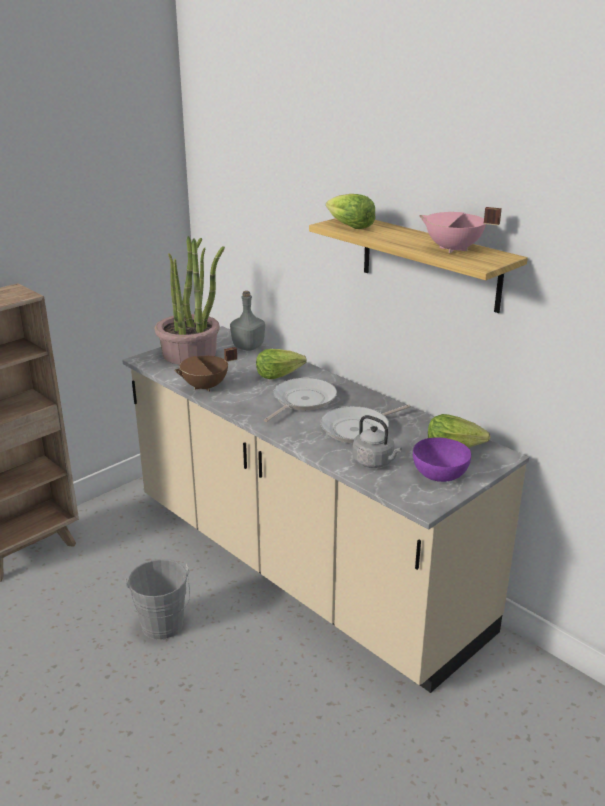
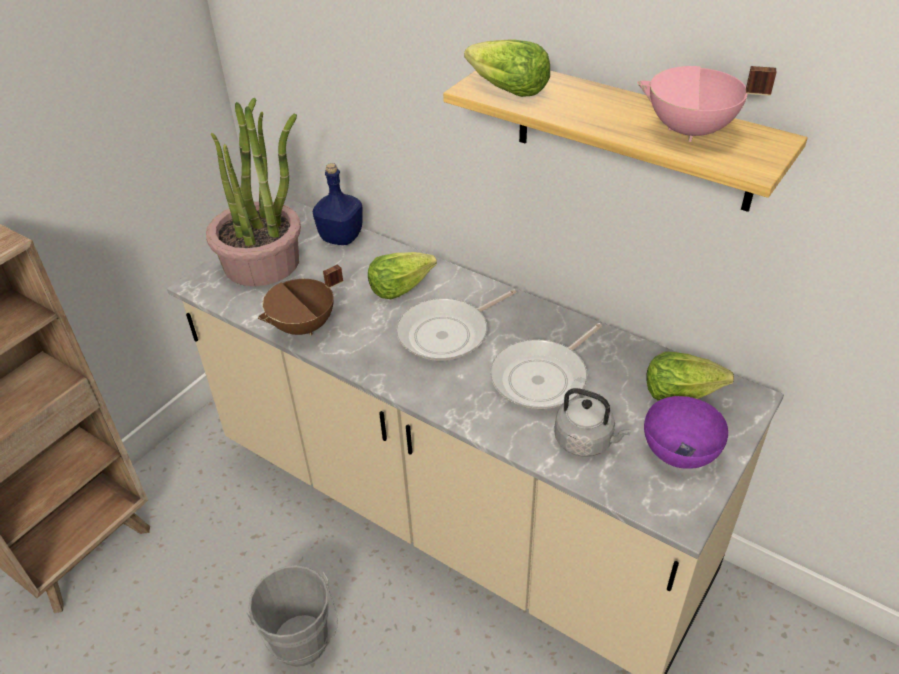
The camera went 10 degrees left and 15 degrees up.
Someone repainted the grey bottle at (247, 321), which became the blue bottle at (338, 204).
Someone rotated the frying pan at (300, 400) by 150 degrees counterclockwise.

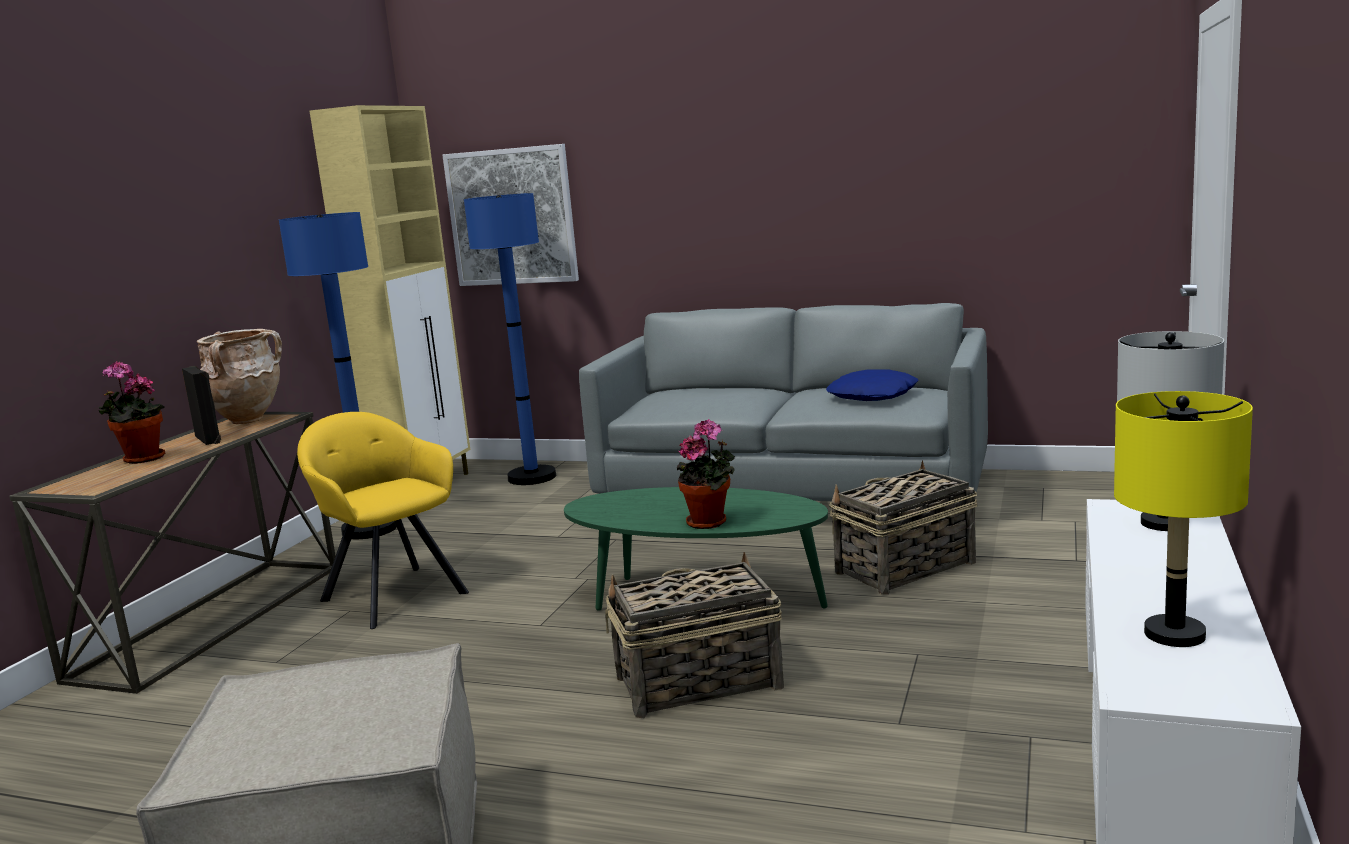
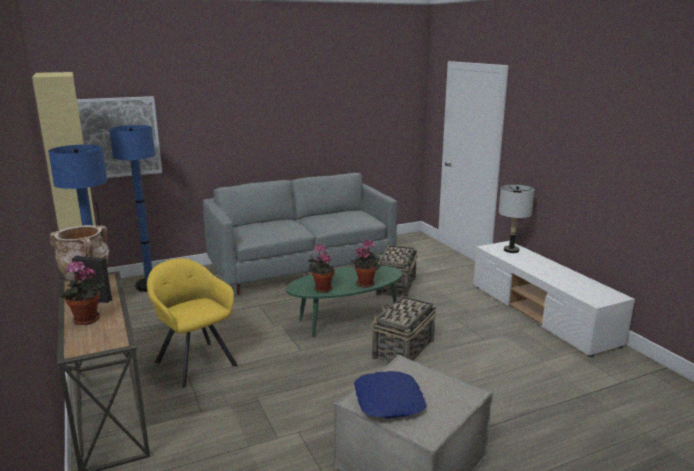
The camera went 45 degrees left and 5 degrees up.
Someone rotated the yellow armchair at (383, 520) by 45 degrees clockwise.
Someone put down the potted plant at (321, 268).
Someone carried the blue pillow from (872, 385) to (390, 394).
Someone took away the yellow table lamp at (1183, 519).

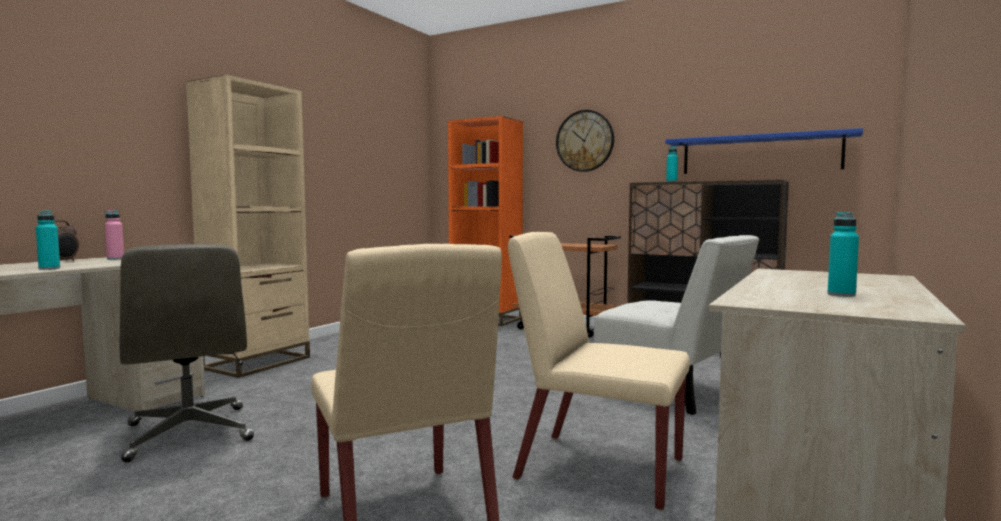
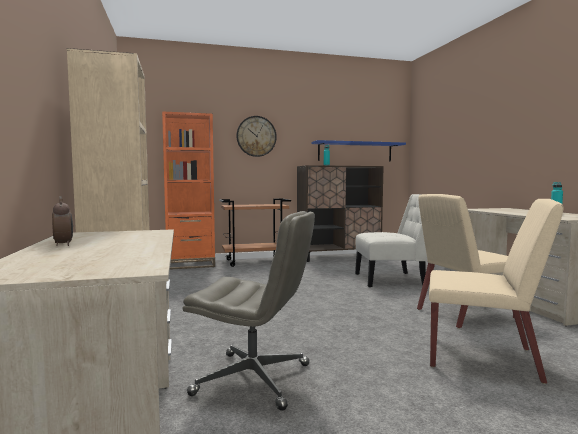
The camera went 45 degrees left and 0 degrees up.
Someone took away the turquoise bottle at (48, 240).
Someone took away the pink bottle at (114, 235).

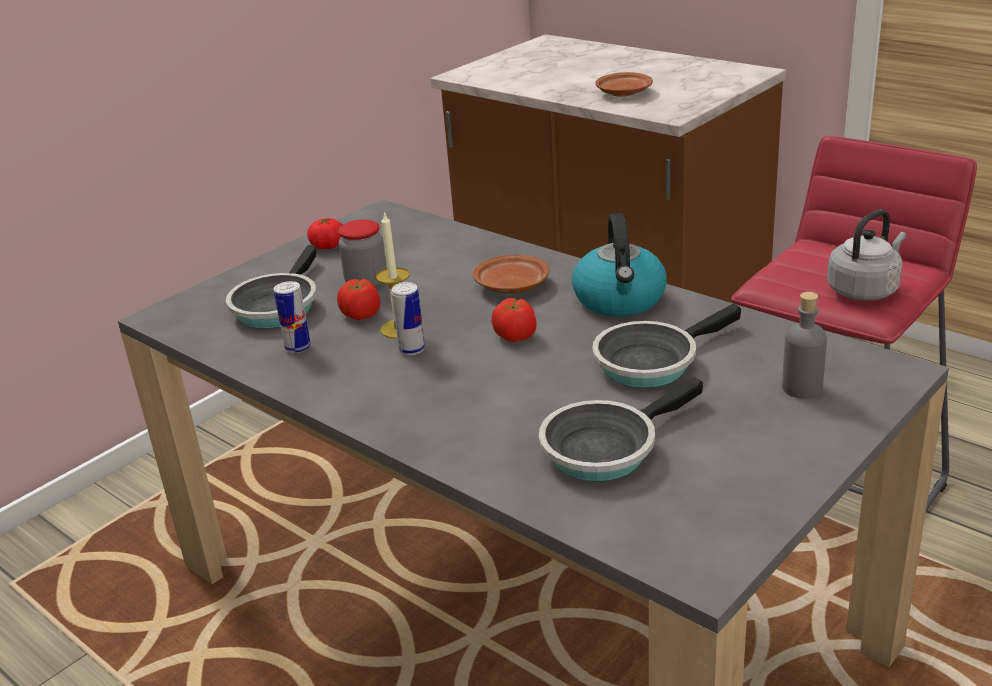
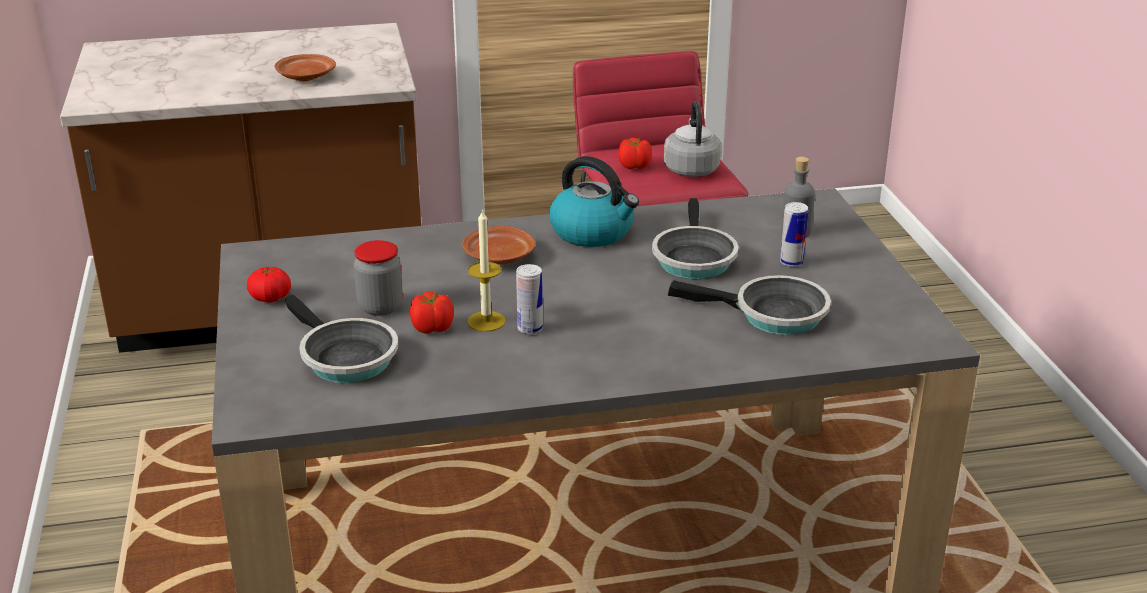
The camera went 55 degrees left and 0 degrees up.
Someone carried the tomato from (514, 320) to (635, 153).
Someone rotated the frying pan at (621, 429) by 75 degrees counterclockwise.
Someone carried the can from (292, 317) to (794, 234).

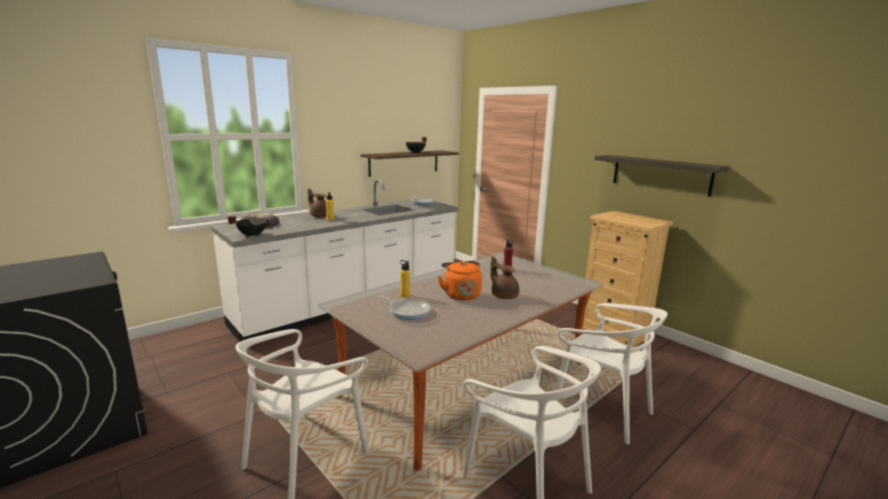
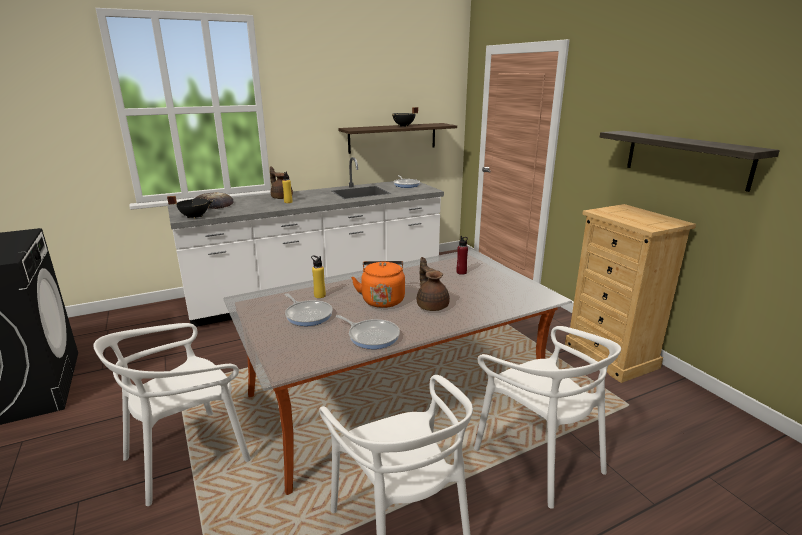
The camera went 15 degrees right and 5 degrees up.
Someone put down the frying pan at (367, 332).

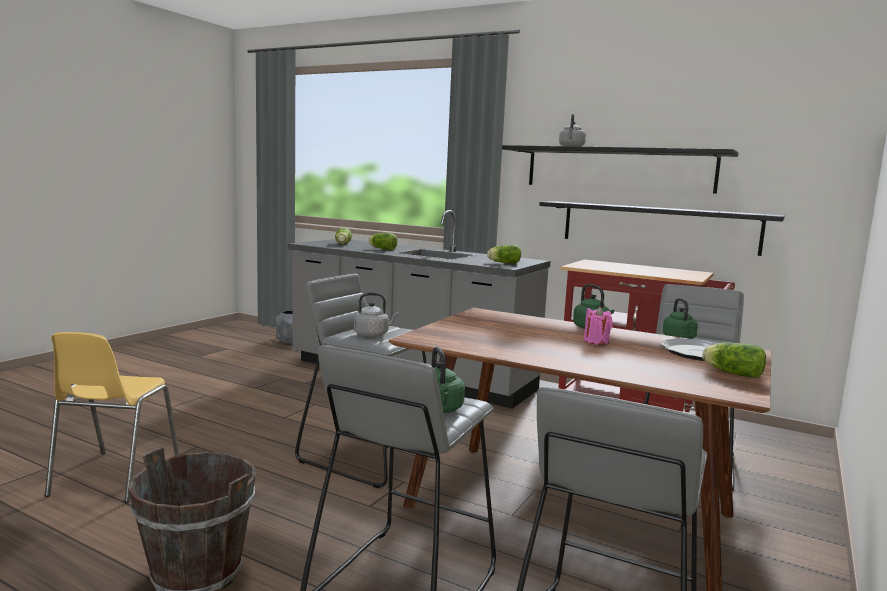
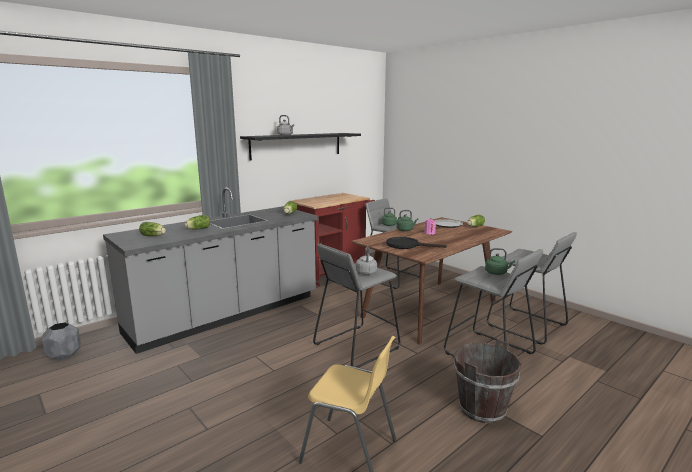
The camera went 70 degrees left and 5 degrees up.
Someone put down the black frying pan at (416, 243).
Someone took away the black shelf at (662, 228).

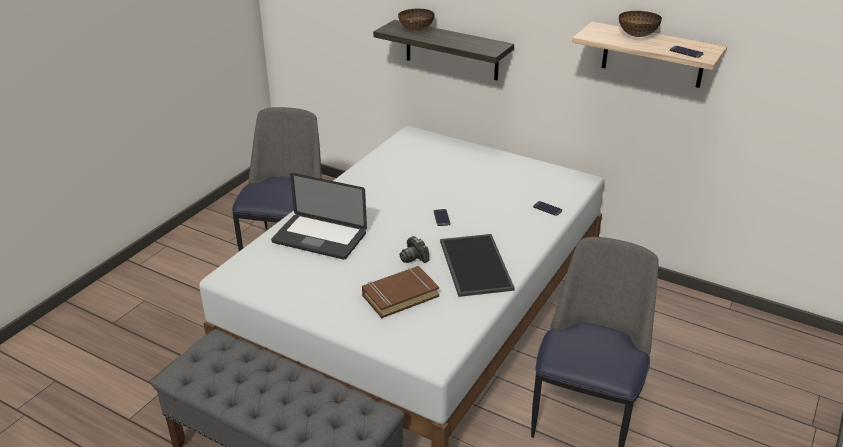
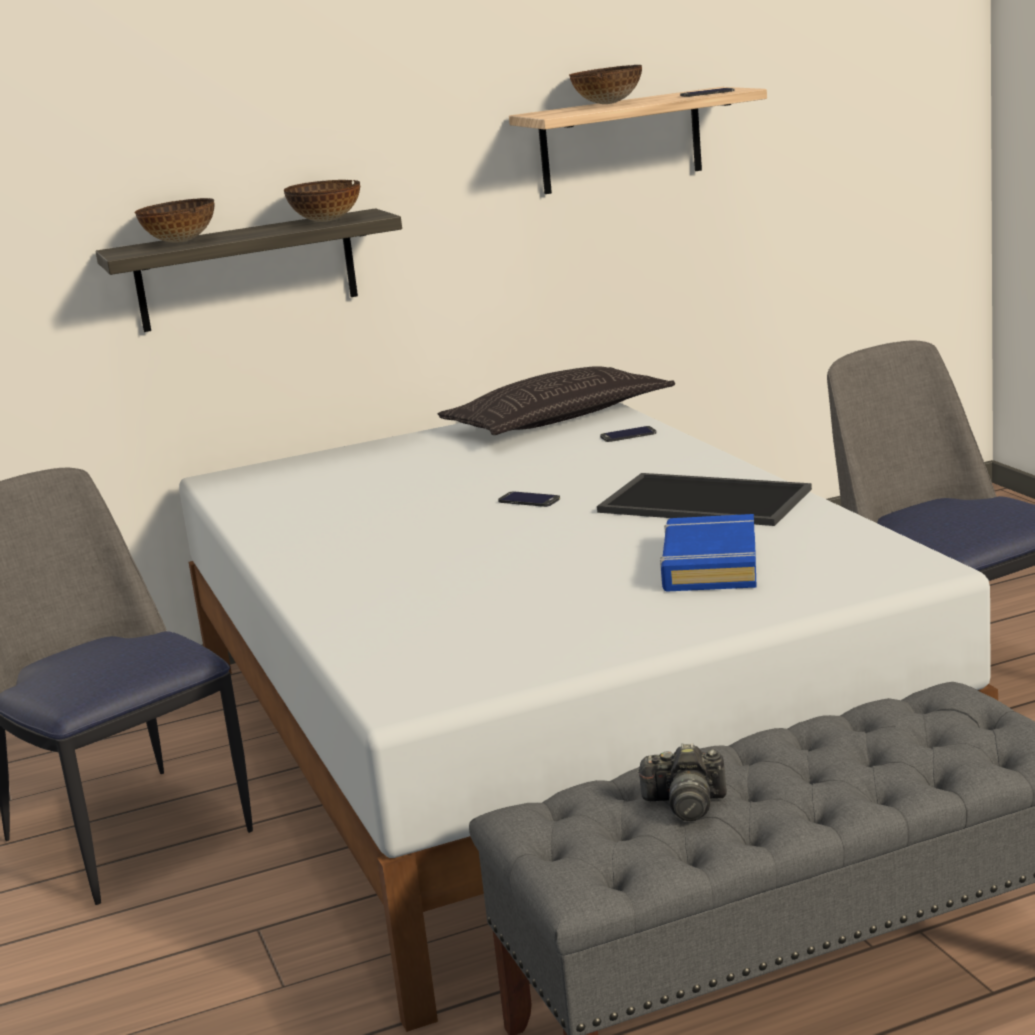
The camera went 50 degrees left and 15 degrees down.
Someone put down the bowl at (322, 201).
Someone put down the pillow at (556, 400).
Someone carried the photo camera from (414, 249) to (681, 782).
Someone repainted the brown book at (400, 292), which became the blue book at (708, 553).
Someone took away the laptop at (319, 216).

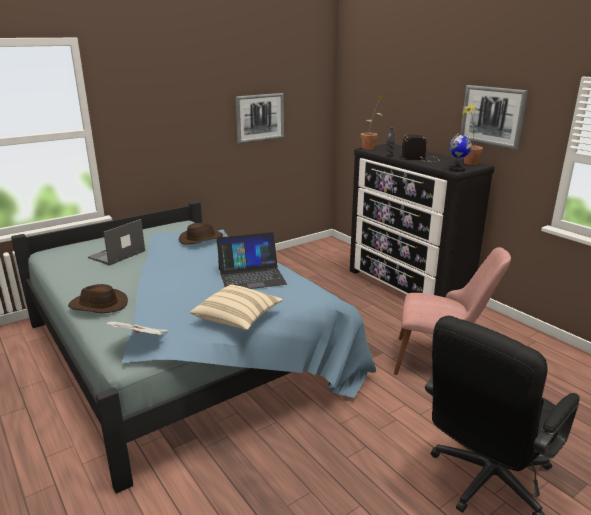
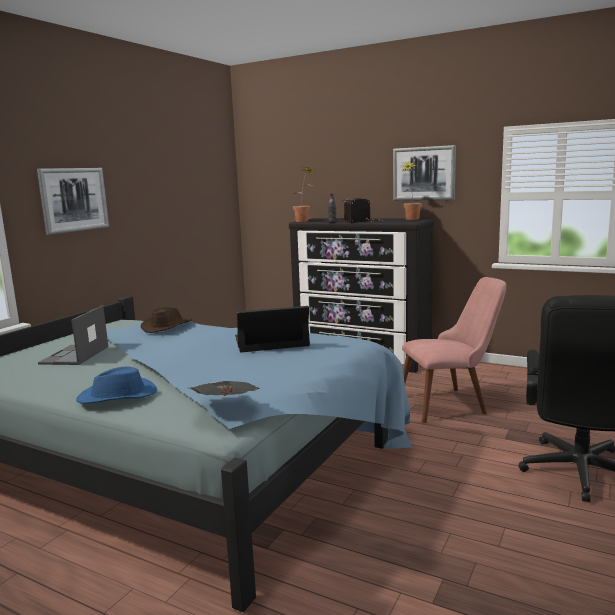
The camera went 25 degrees left and 10 degrees down.
Someone carried the picture from (259, 118) to (73, 201).
Someone repainted the brown hat at (98, 298), which became the blue hat at (116, 385).
Someone rotated the laptop at (252, 260) by 150 degrees counterclockwise.
Someone took away the beige pillow at (236, 307).
Someone took away the globe at (460, 152).

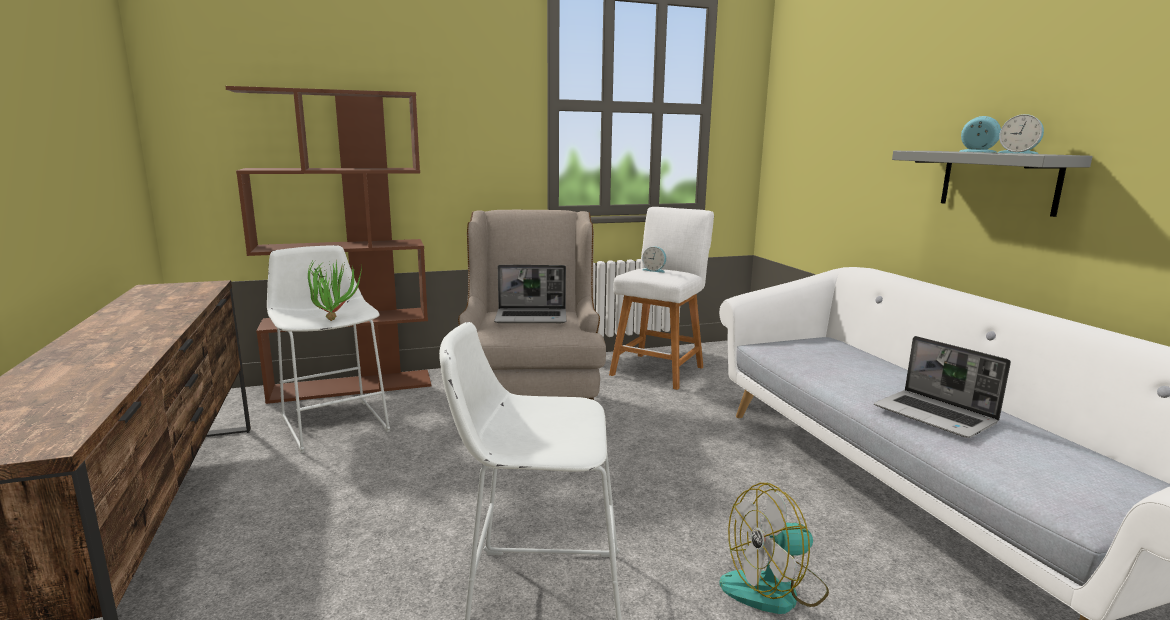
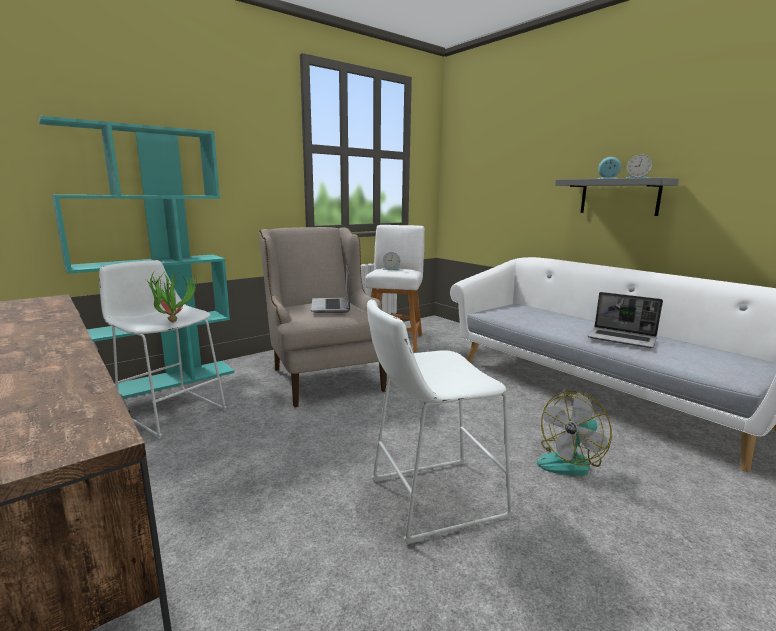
The camera went 20 degrees left and 0 degrees up.
Someone repainted the brown bookcase at (328, 245), which became the turquoise bookcase at (136, 257).
Someone rotated the laptop at (530, 294) by 105 degrees clockwise.

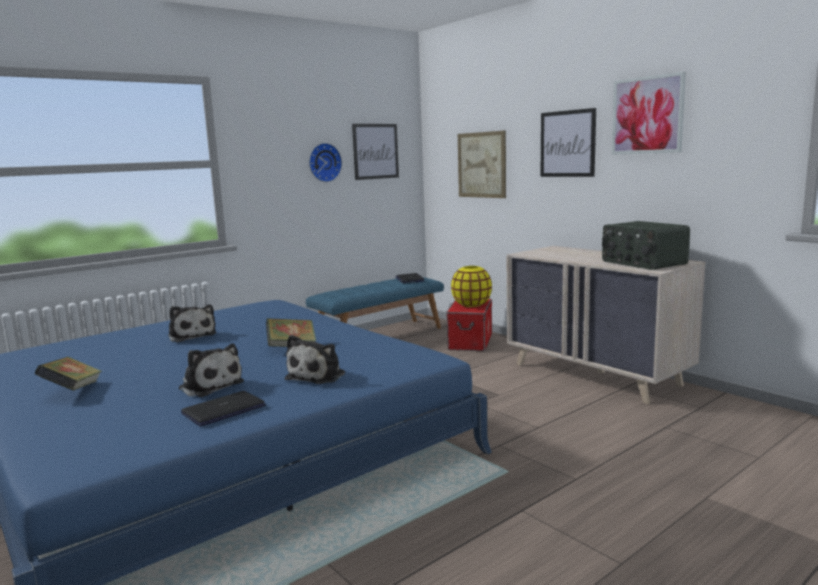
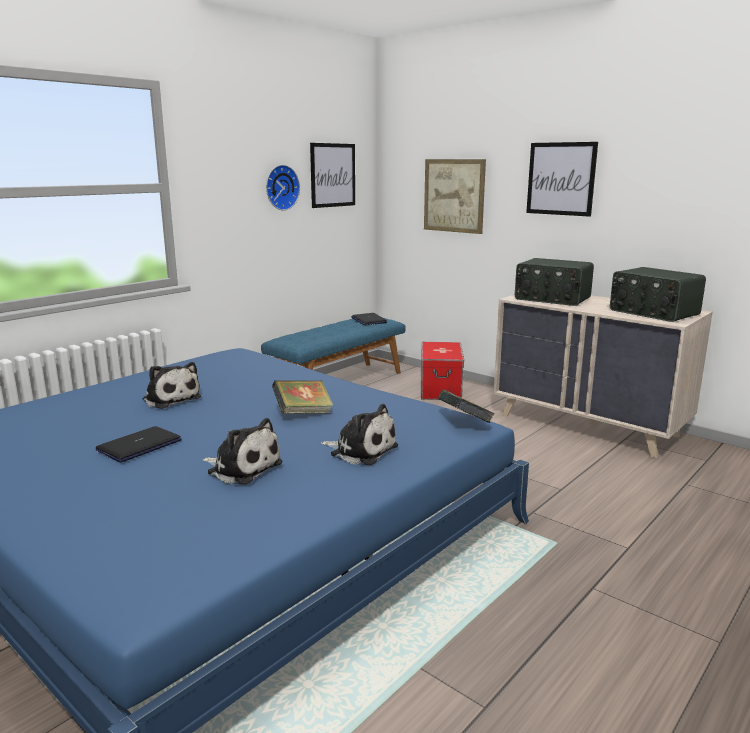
The camera went 10 degrees left and 5 degrees up.
Someone carried the laptop from (223, 408) to (139, 444).
Someone rotated the plush toy at (315, 359) by 75 degrees counterclockwise.
Someone carried the book from (68, 374) to (466, 406).
Someone put down the radio at (554, 282).
Someone took away the yellow vase at (471, 286).
Someone took away the picture at (649, 113).

